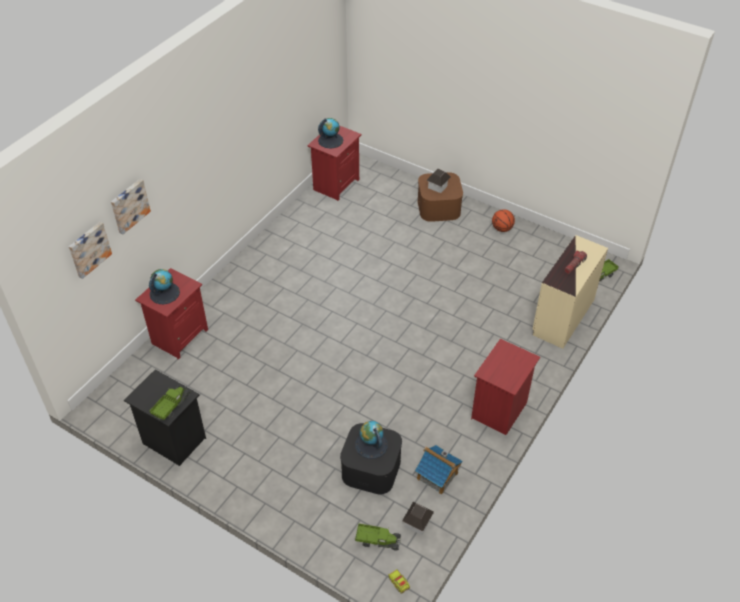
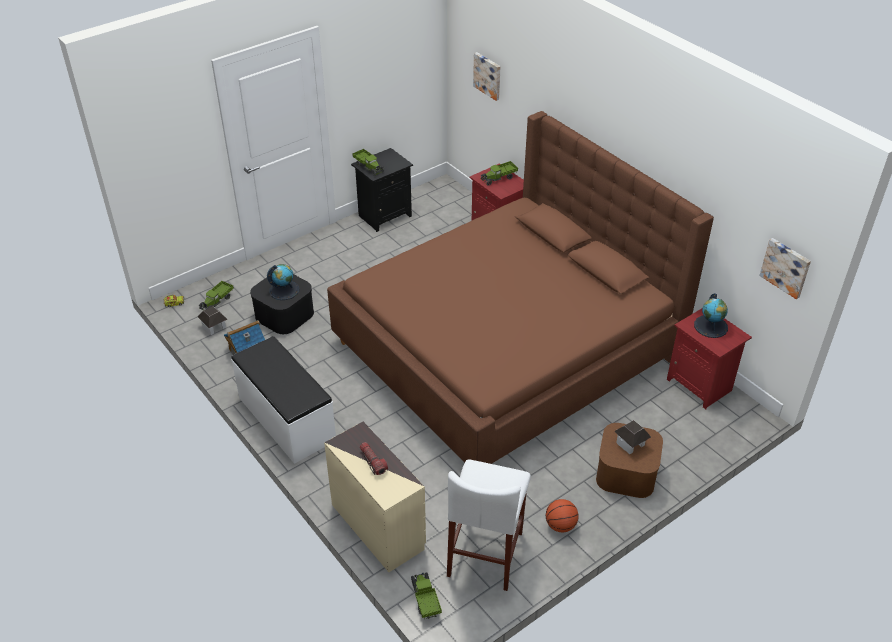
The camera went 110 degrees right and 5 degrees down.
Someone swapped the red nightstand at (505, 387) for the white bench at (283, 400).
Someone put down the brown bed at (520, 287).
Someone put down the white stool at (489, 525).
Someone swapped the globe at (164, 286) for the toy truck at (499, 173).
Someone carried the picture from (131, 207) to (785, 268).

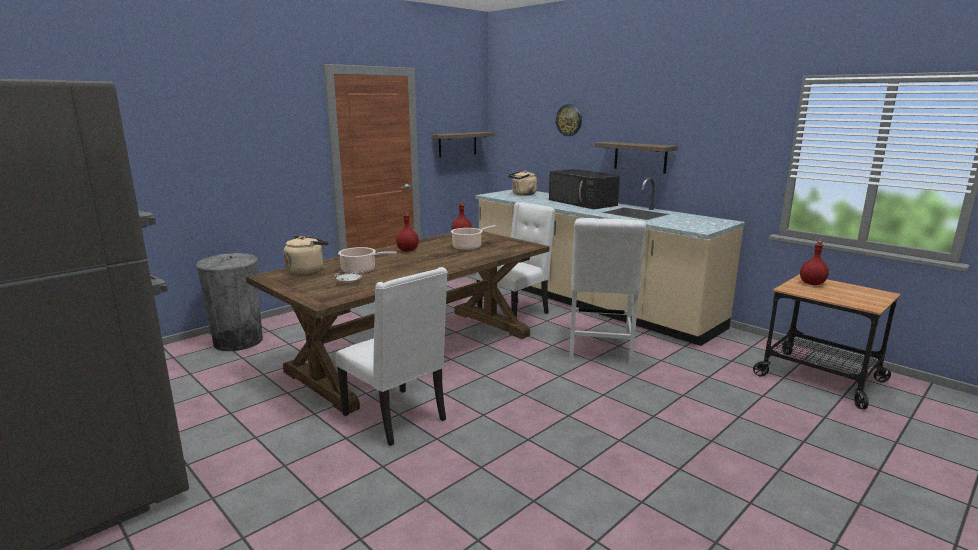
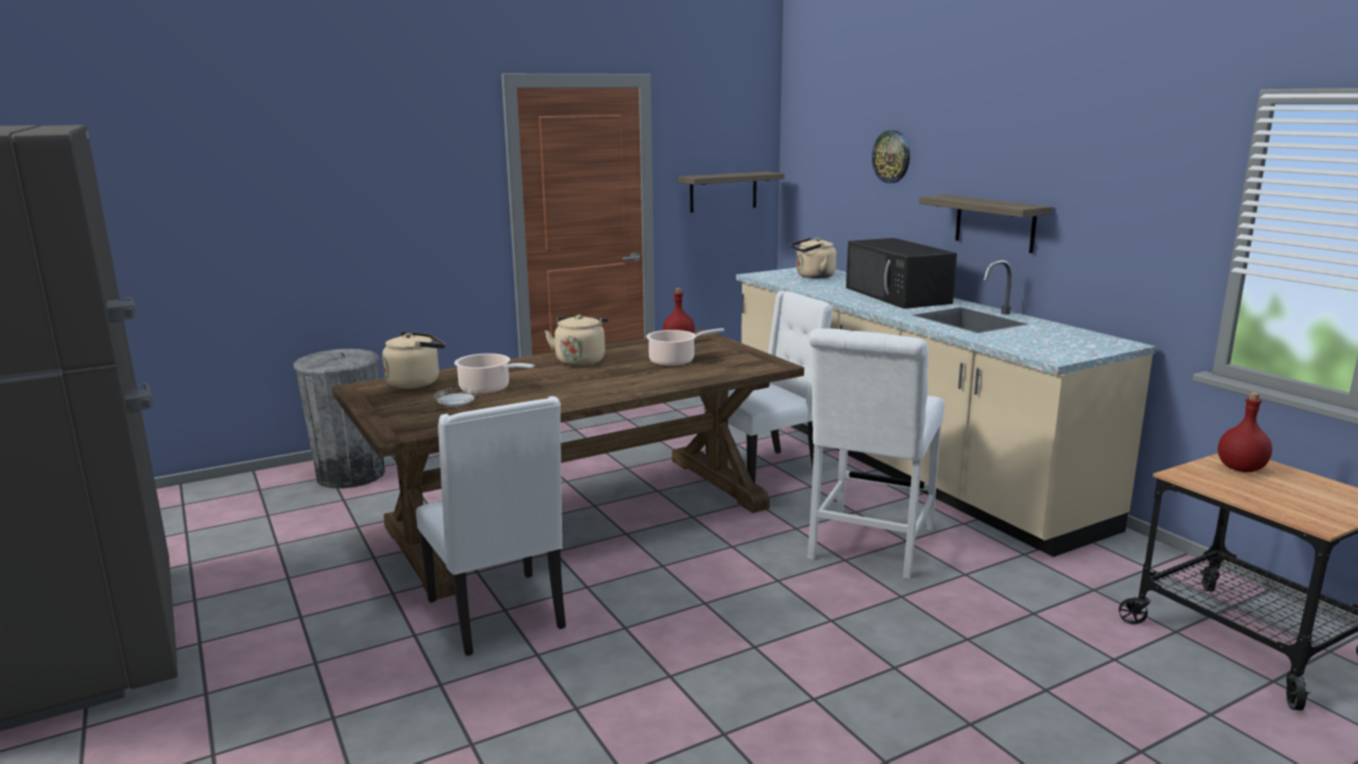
The camera went 15 degrees right and 0 degrees up.
Someone swapped the red bottle at (407, 231) for the beige kettle at (576, 340).

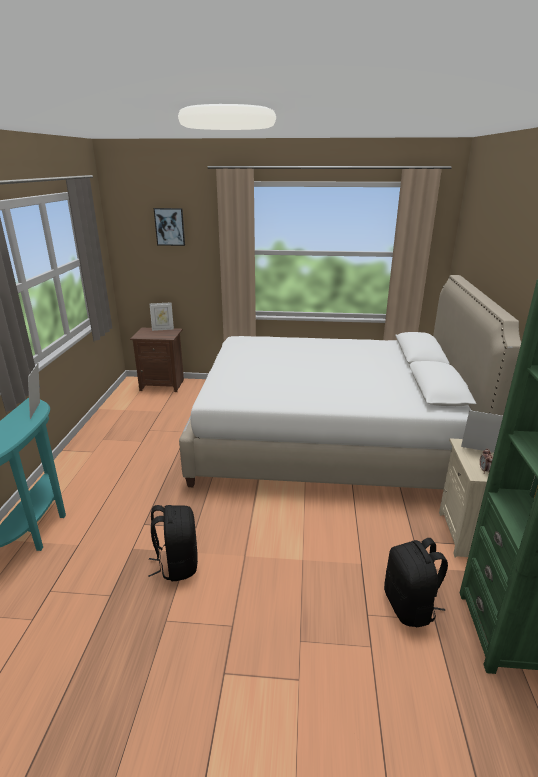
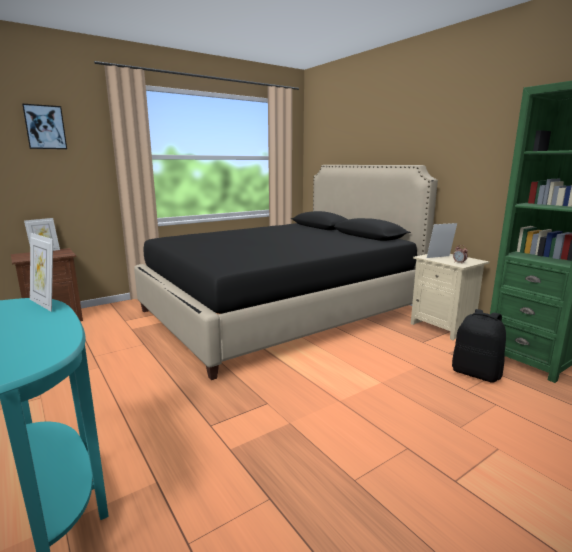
The camera went 40 degrees left and 10 degrees down.
Someone repainted the white bed at (350, 382), which became the black bed at (286, 272).
Someone took away the black backpack at (173, 543).

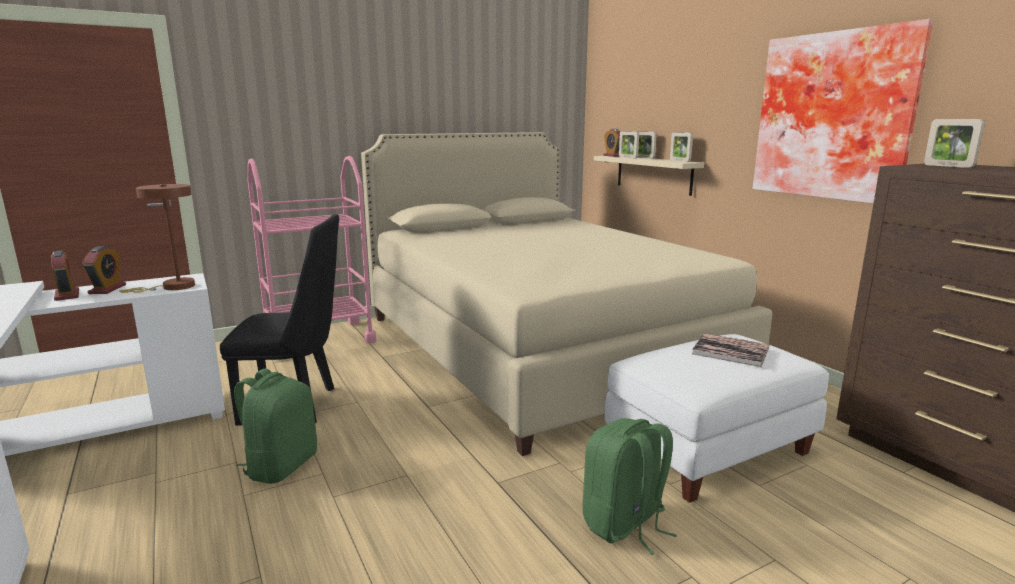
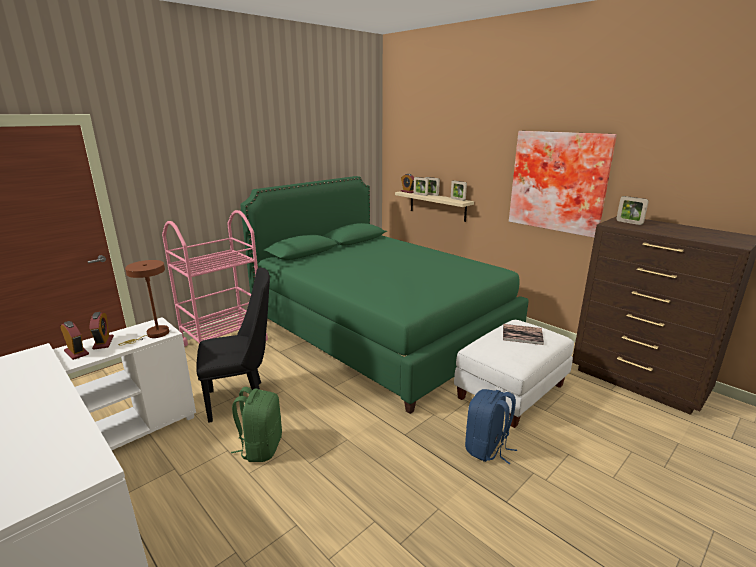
The camera went 15 degrees left and 5 degrees up.
Someone repainted the beige bed at (566, 294), which became the green bed at (384, 295).
Someone repainted the green backpack at (630, 486), which became the blue backpack at (491, 427).

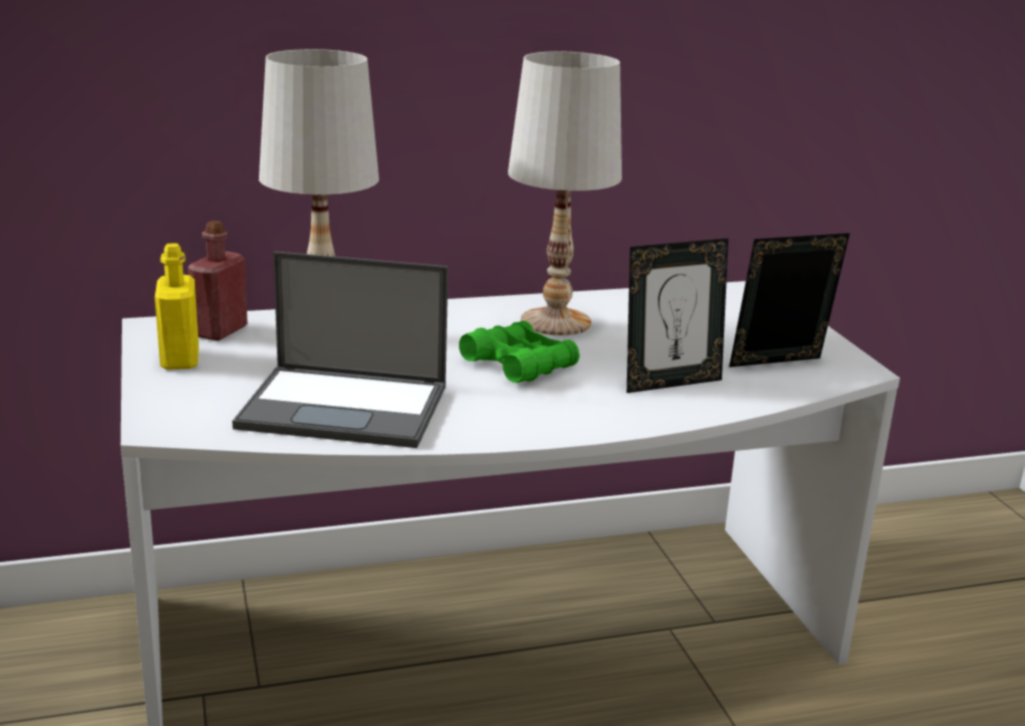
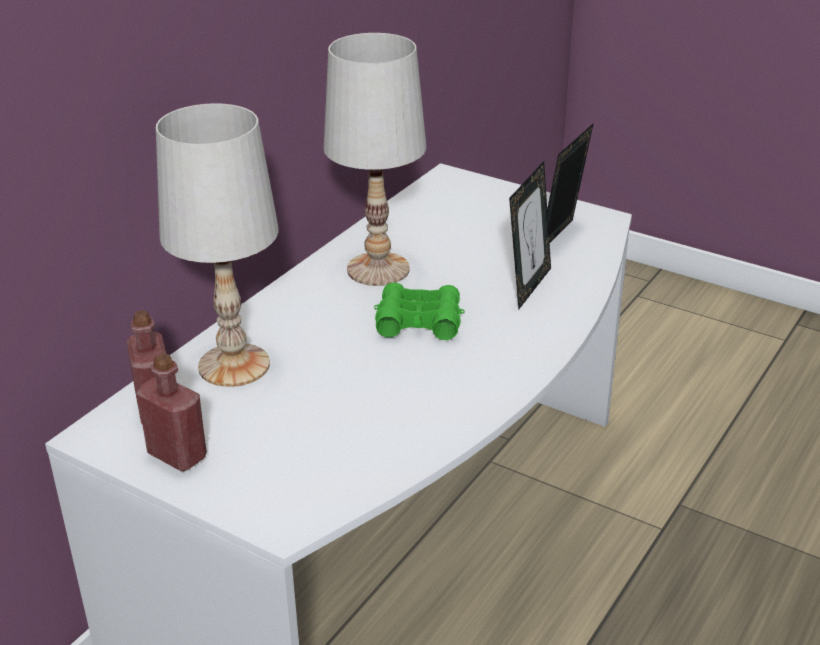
The camera went 40 degrees left and 10 degrees up.
Someone repainted the yellow bottle at (177, 306), which became the red bottle at (172, 412).
Someone took away the laptop at (340, 349).

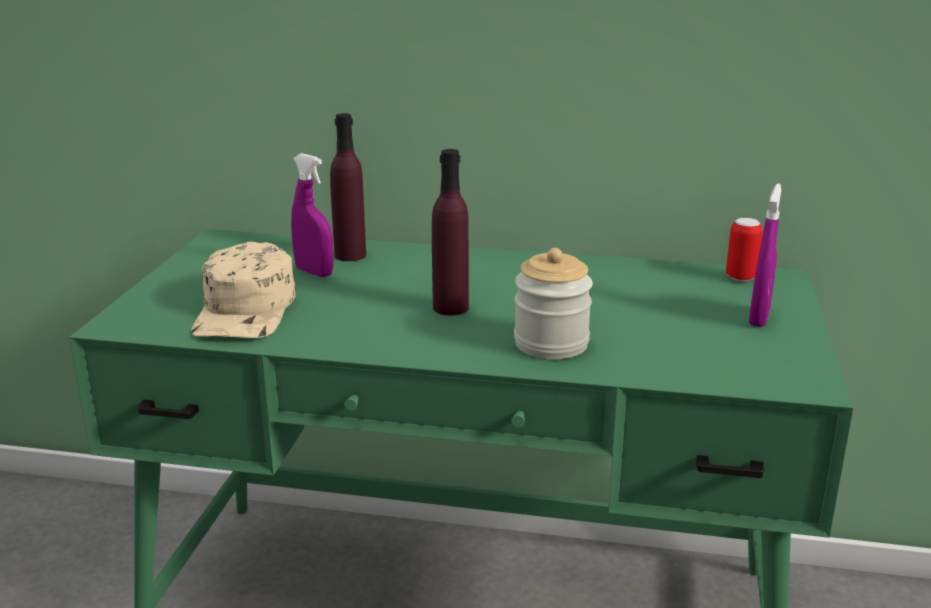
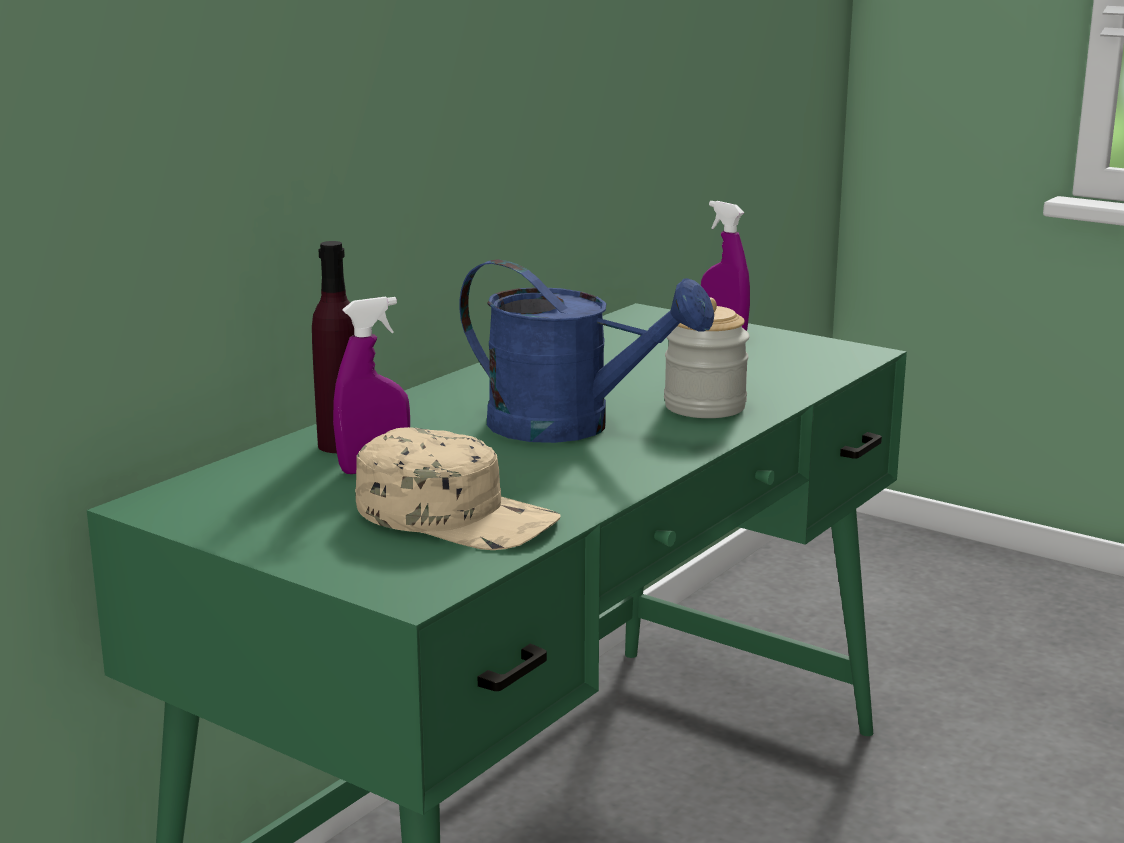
The camera went 65 degrees left and 5 degrees down.
Someone swapped the purple bottle at (450, 232) for the blue watering can at (586, 351).
Someone took away the can at (744, 250).

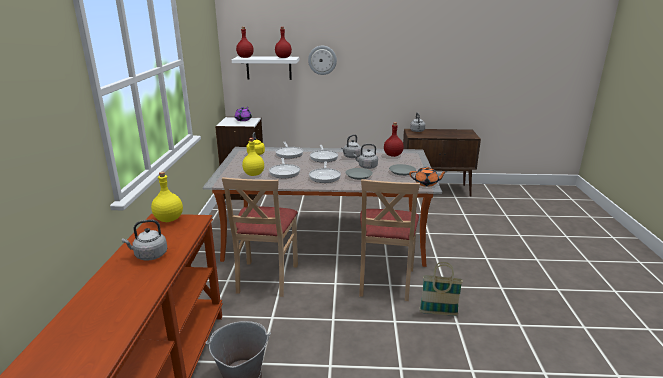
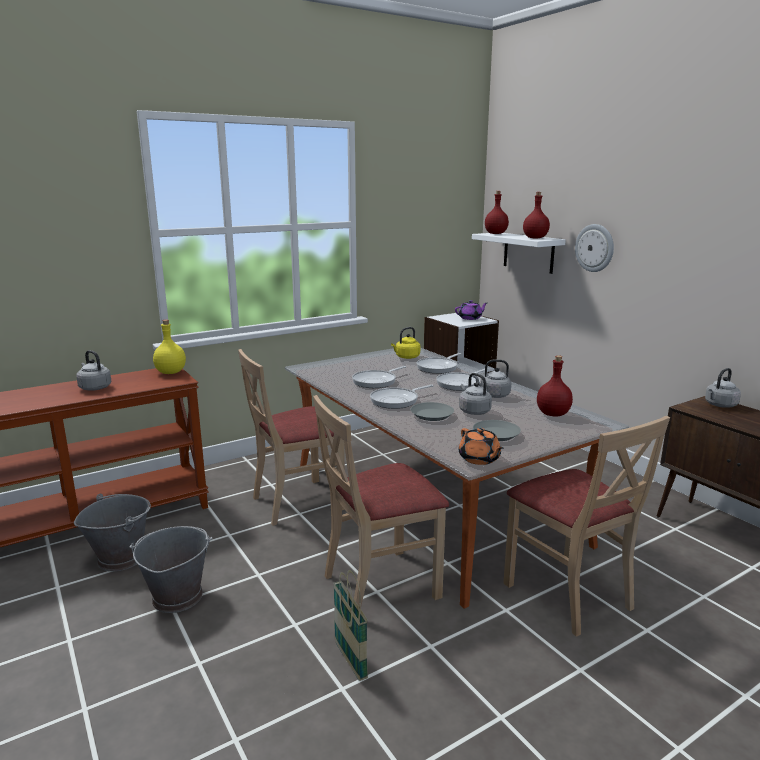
The camera went 55 degrees right and 5 degrees down.
Someone put down the grey bucket at (170, 569).
Someone put down the beige chair at (586, 526).
Someone took away the yellow bottle at (253, 157).

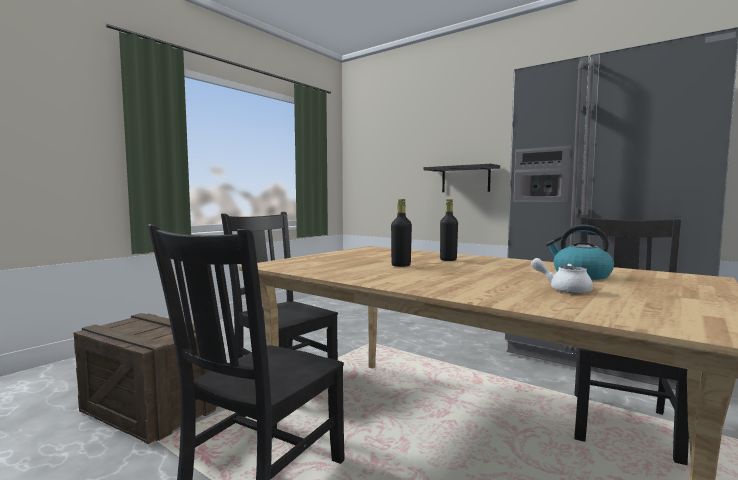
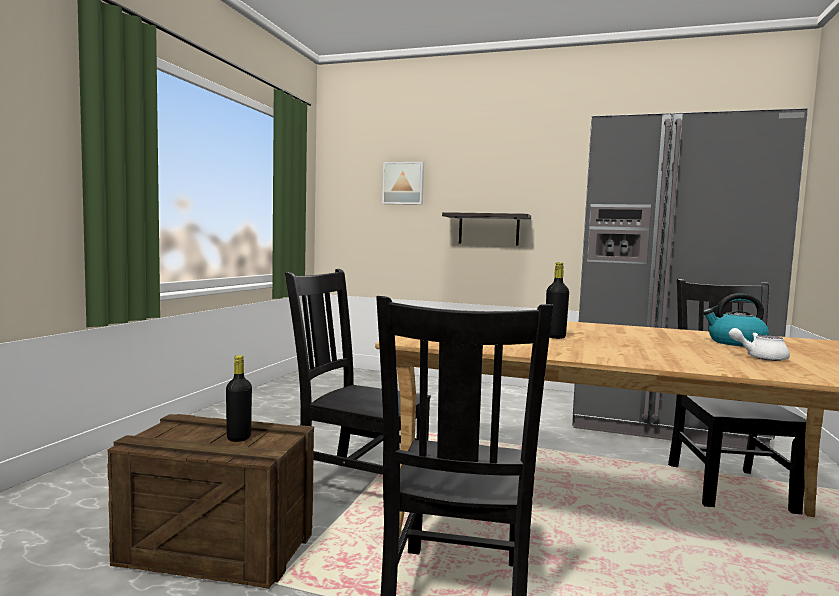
The camera went 20 degrees left and 0 degrees up.
Someone carried the black bottle from (449, 230) to (239, 398).
Someone put up the picture at (403, 183).

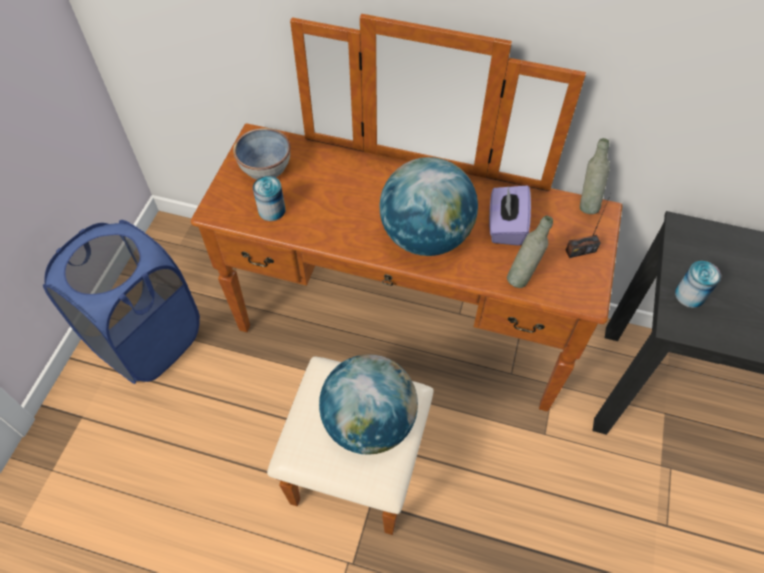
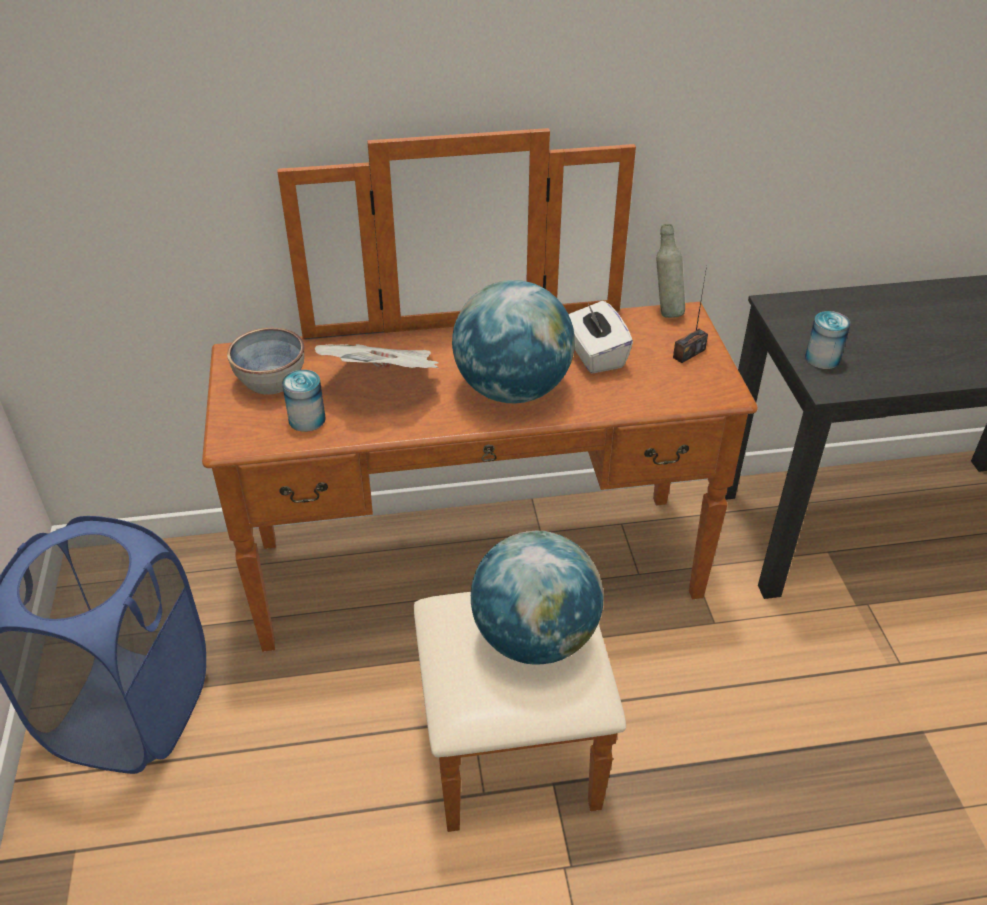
The camera went 25 degrees left and 15 degrees down.
Someone put down the newspaper at (376, 356).
Someone repainted the purple tissue box at (510, 216), which became the white tissue box at (601, 337).
Someone took away the grey bottle at (530, 252).

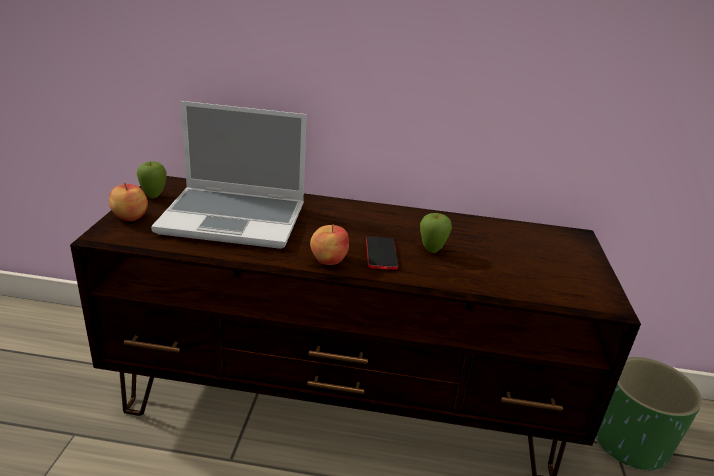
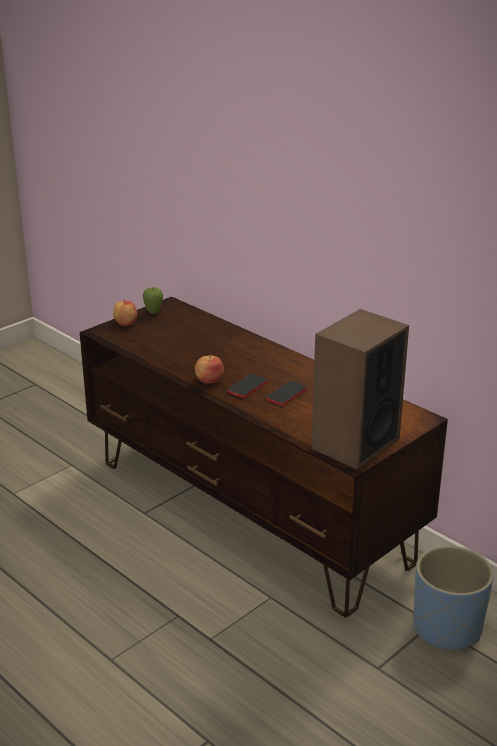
The camera went 40 degrees right and 0 degrees up.
Someone swapped the apple at (436, 233) for the phone at (286, 393).
Someone put down the speaker at (360, 389).
Someone repainted the green planter at (649, 414), which became the blue planter at (454, 598).
Someone took away the laptop at (229, 175).

